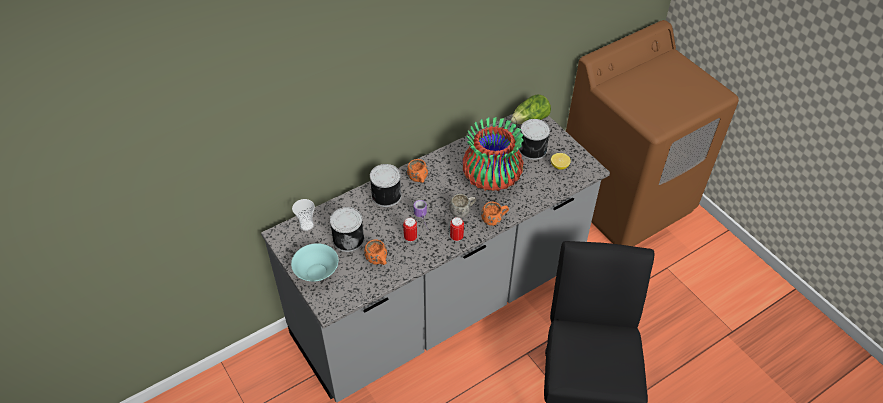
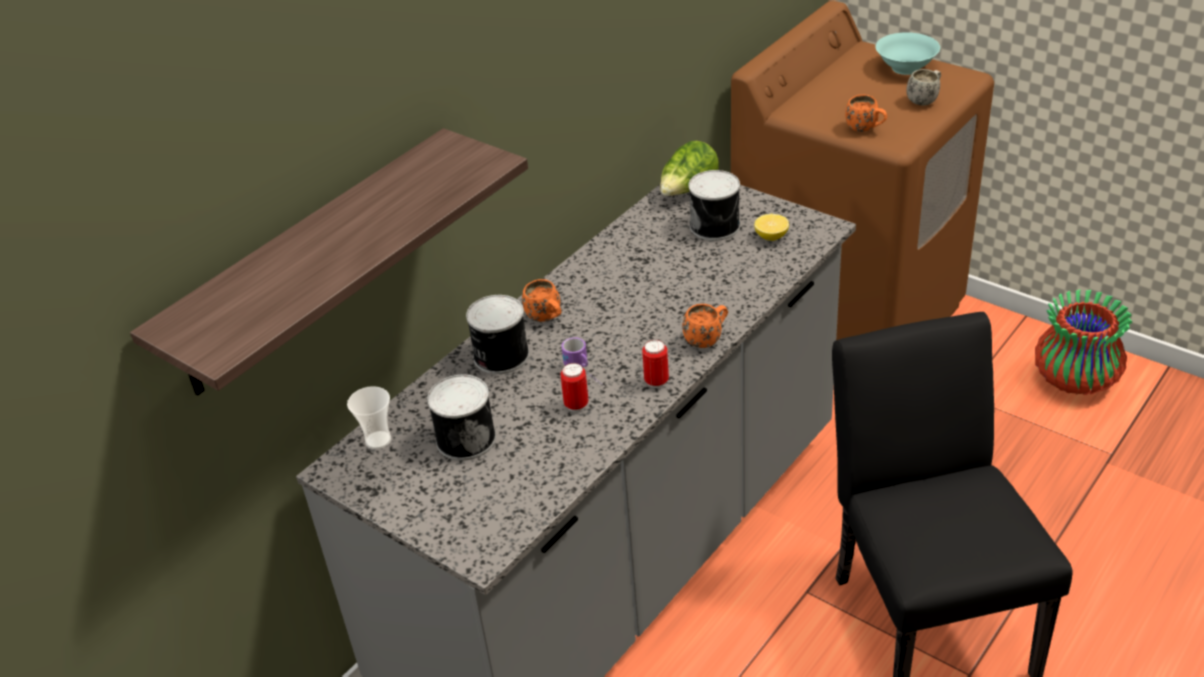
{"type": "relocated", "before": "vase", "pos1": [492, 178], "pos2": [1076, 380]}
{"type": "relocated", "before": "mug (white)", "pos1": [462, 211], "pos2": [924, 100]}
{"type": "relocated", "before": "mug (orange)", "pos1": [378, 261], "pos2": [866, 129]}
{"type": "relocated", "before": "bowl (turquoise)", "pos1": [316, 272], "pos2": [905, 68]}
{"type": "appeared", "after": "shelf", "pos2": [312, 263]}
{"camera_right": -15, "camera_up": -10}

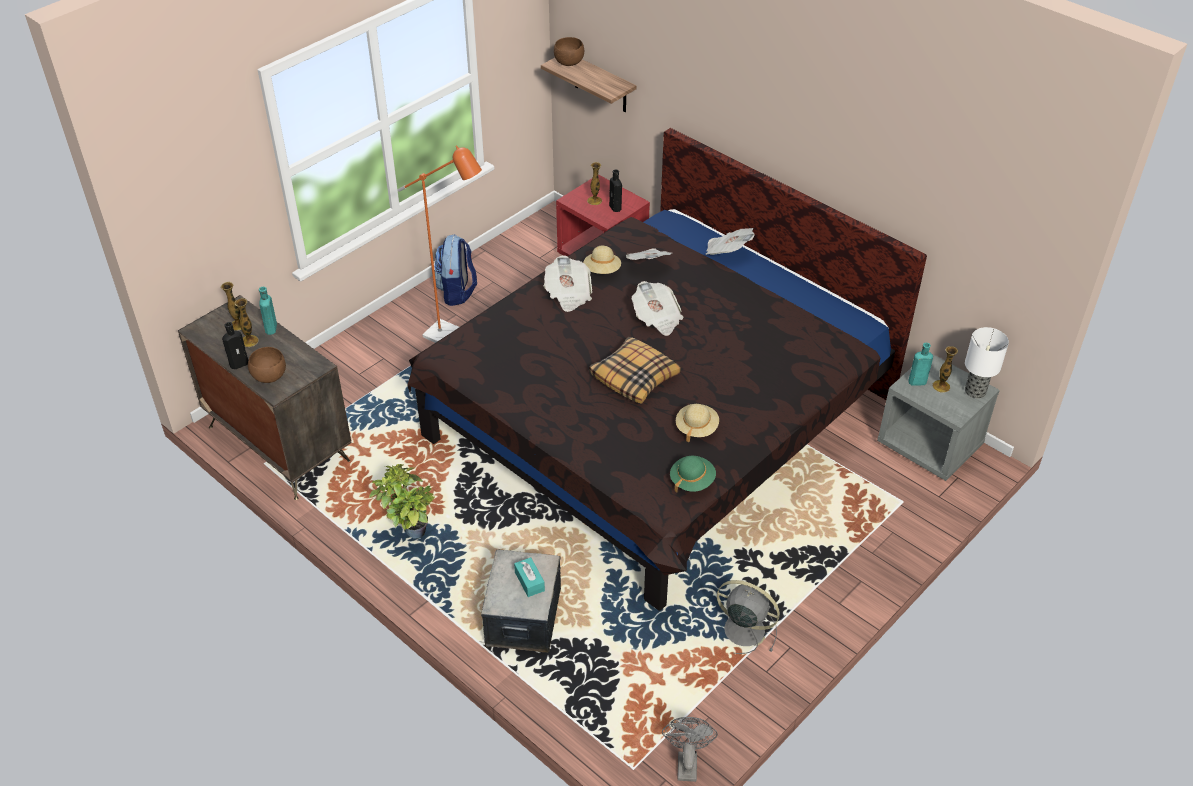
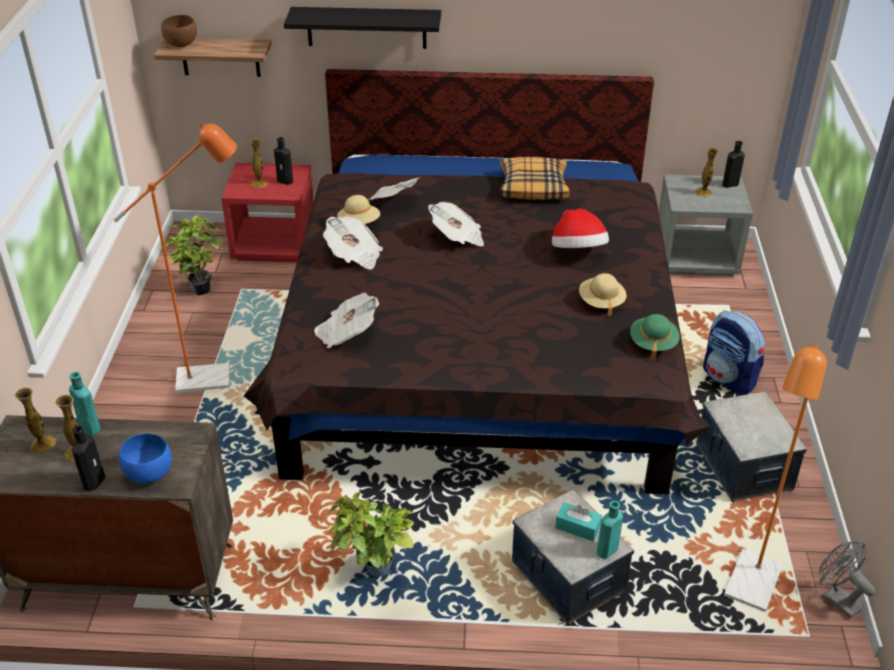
{"type": "relocated", "before": "newspaper", "pos1": [727, 252], "pos2": [346, 333]}
{"type": "relocated", "before": "backpack", "pos1": [457, 292], "pos2": [729, 379]}
{"type": "exchanged", "before": "table lamp", "after": "bottle (black)", "pos1": [975, 391], "pos2": [729, 184]}
{"type": "relocated", "before": "pillow", "pos1": [635, 377], "pos2": [533, 187]}
{"type": "relocated", "before": "bottle (turquoise)", "pos1": [916, 382], "pos2": [606, 551]}
{"type": "colour", "before": "bowl (brown)", "after": "bowl (blue)", "pos1": [269, 376], "pos2": [148, 473]}
{"type": "exchanged", "before": "fan (grey)", "after": "storage box", "pos1": [742, 629], "pos2": [743, 466]}
{"type": "appeared", "after": "shelf (black)", "pos2": [366, 27]}
{"type": "appeared", "after": "hat", "pos2": [578, 252]}
{"type": "appeared", "after": "potted plant", "pos2": [199, 287]}
{"type": "appeared", "after": "floor lamp (orange)", "pos2": [749, 591]}
{"camera_right": -40, "camera_up": -5}

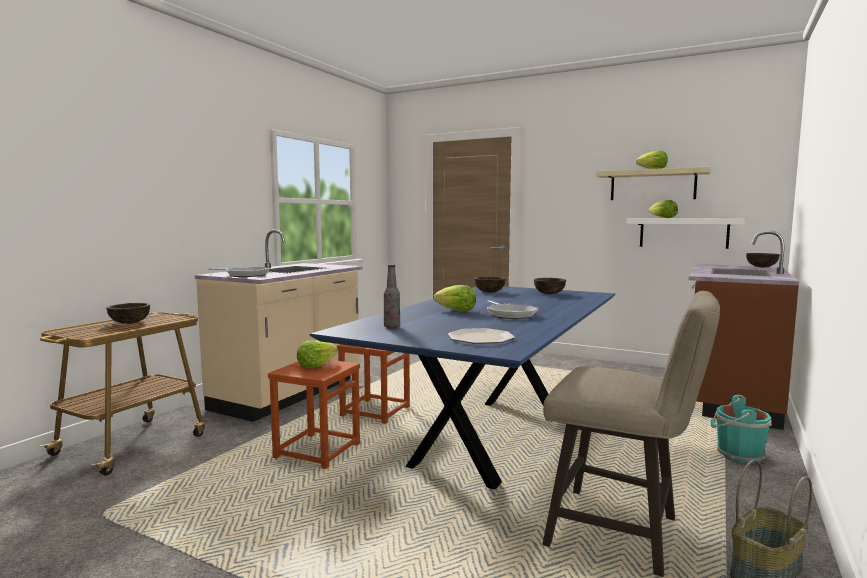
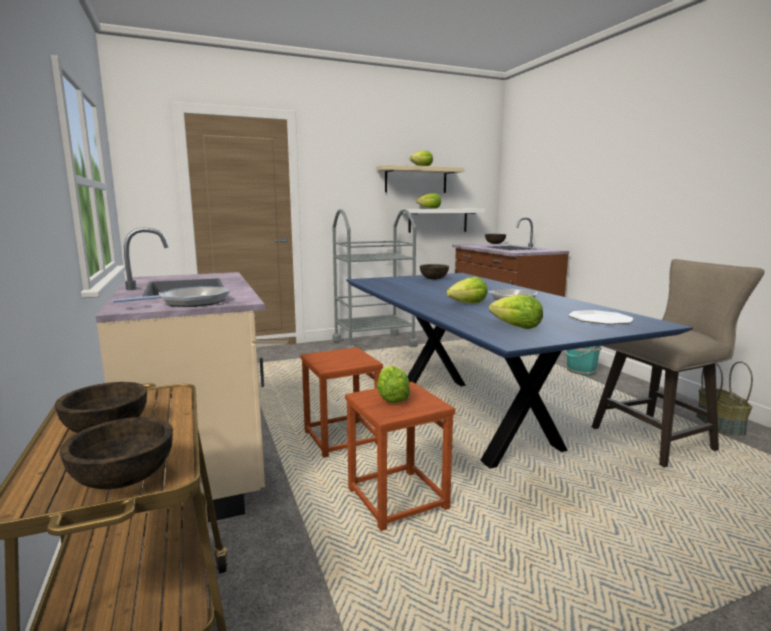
{"type": "exchanged", "before": "bottle", "after": "lettuce", "pos1": [392, 327], "pos2": [516, 327]}
{"type": "relocated", "before": "bowl (brown)", "pos1": [489, 292], "pos2": [123, 479]}
{"type": "appeared", "after": "cart (grey)", "pos2": [373, 344]}
{"camera_right": -50, "camera_up": 5}

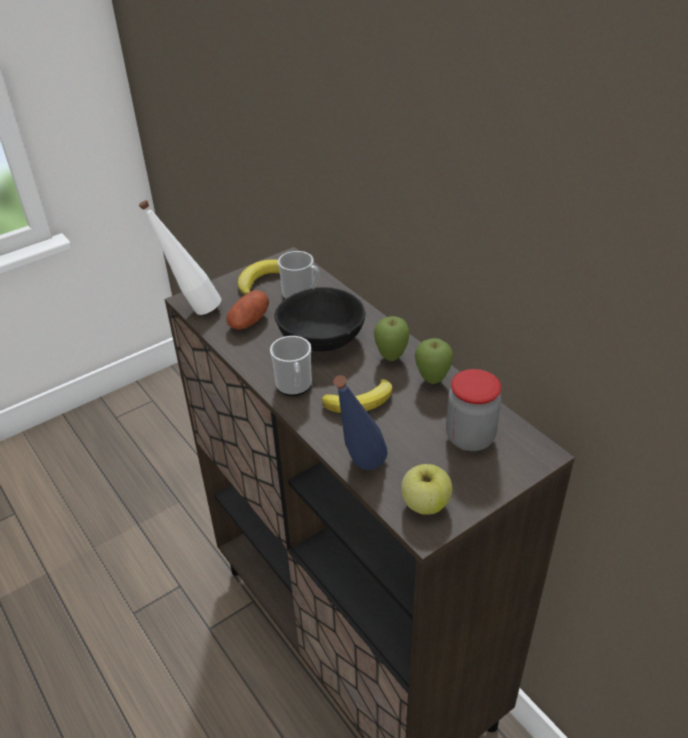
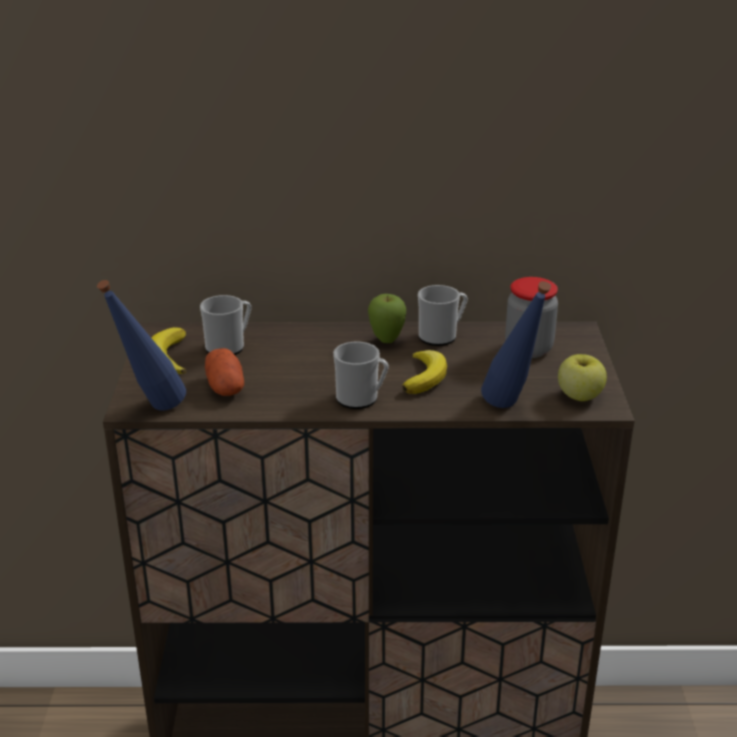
{"type": "colour", "before": "bottle (white)", "after": "bottle (blue)", "pos1": [191, 309], "pos2": [151, 411]}
{"type": "missing", "before": "bowl (black)", "pos1": [322, 338]}
{"type": "exchanged", "before": "apple", "after": "mug", "pos1": [432, 380], "pos2": [441, 336]}
{"camera_right": -55, "camera_up": -10}

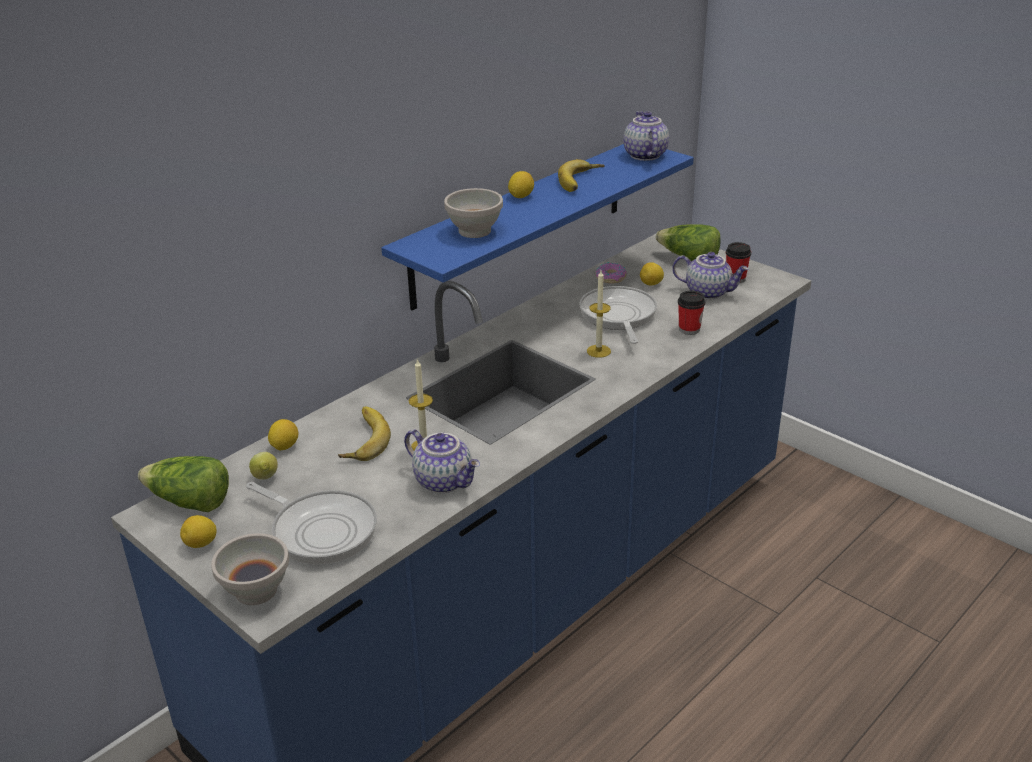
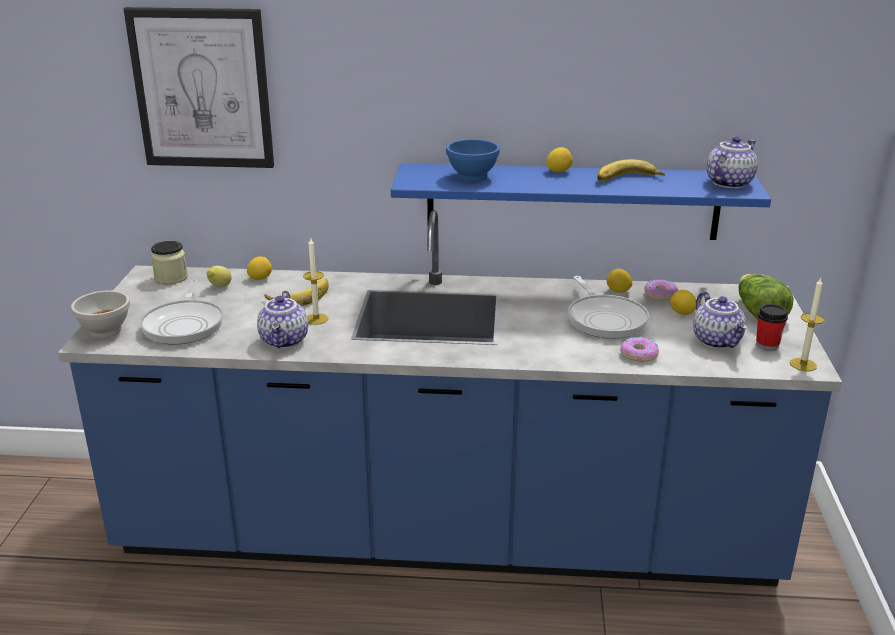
{"type": "colour", "before": "bowl (white)", "after": "bowl (blue)", "pos1": [475, 231], "pos2": [472, 177]}
{"type": "relocated", "before": "candle", "pos1": [598, 351], "pos2": [803, 364]}
{"type": "spun", "before": "frying pan", "pos1": [618, 316], "pos2": [605, 319], "turn": 120}
{"type": "exchanged", "before": "cup", "after": "donut", "pos1": [689, 329], "pos2": [638, 355]}
{"type": "exchanged", "before": "lettuce", "after": "jar", "pos1": [189, 502], "pos2": [171, 278]}
{"type": "relocated", "before": "lemon", "pos1": [201, 544], "pos2": [618, 291]}
{"type": "appeared", "after": "picture", "pos2": [202, 89]}
{"camera_right": 50, "camera_up": -5}

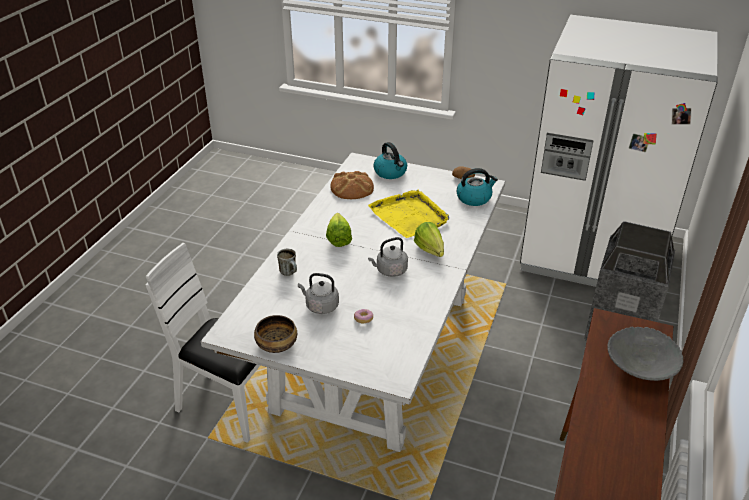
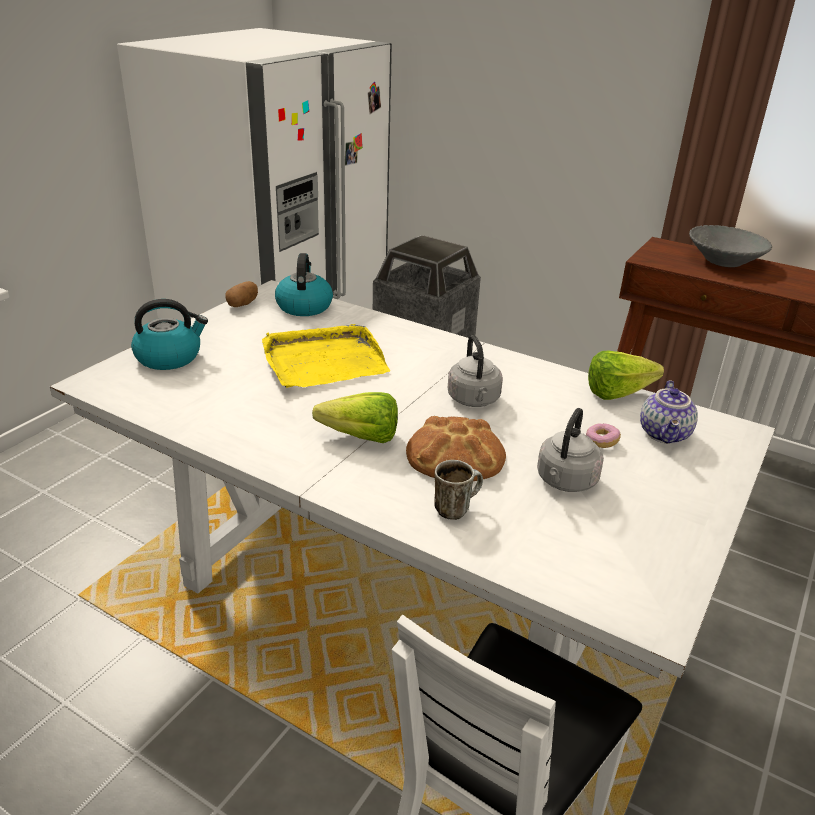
{"type": "relocated", "before": "bread", "pos1": [351, 188], "pos2": [455, 454]}
{"type": "relocated", "before": "lettuce", "pos1": [431, 252], "pos2": [624, 394]}
{"type": "missing", "before": "bowl", "pos1": [276, 343]}
{"type": "appeared", "after": "teapot", "pos2": [665, 434]}
{"camera_right": -80, "camera_up": -5}

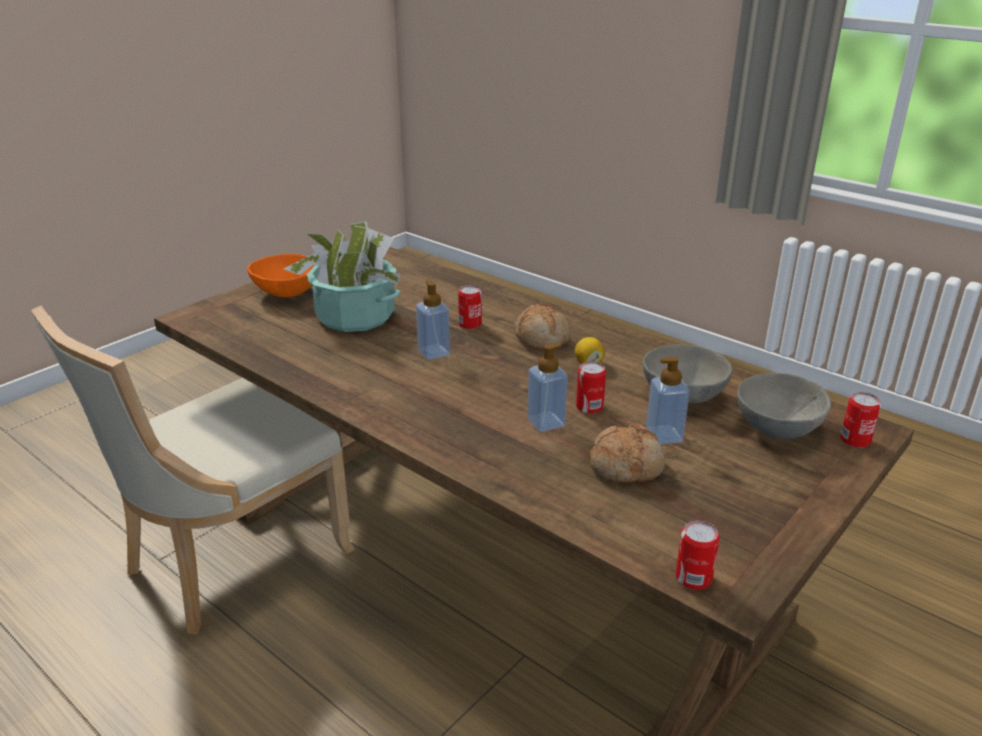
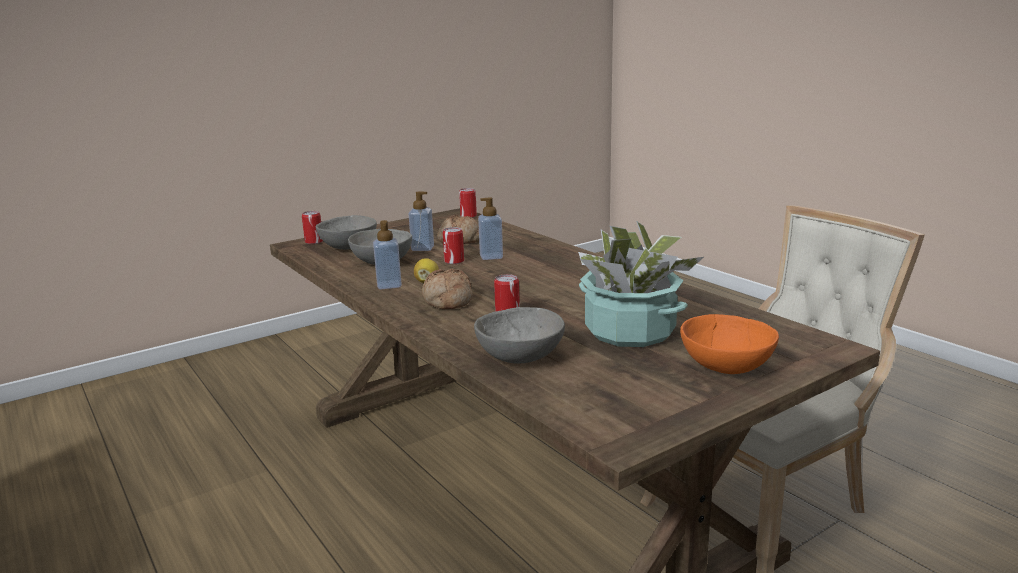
{"type": "relocated", "before": "soap dispenser", "pos1": [434, 352], "pos2": [389, 285]}
{"type": "appeared", "after": "bowl (grey)", "pos2": [519, 358]}
{"camera_right": -165, "camera_up": -10}

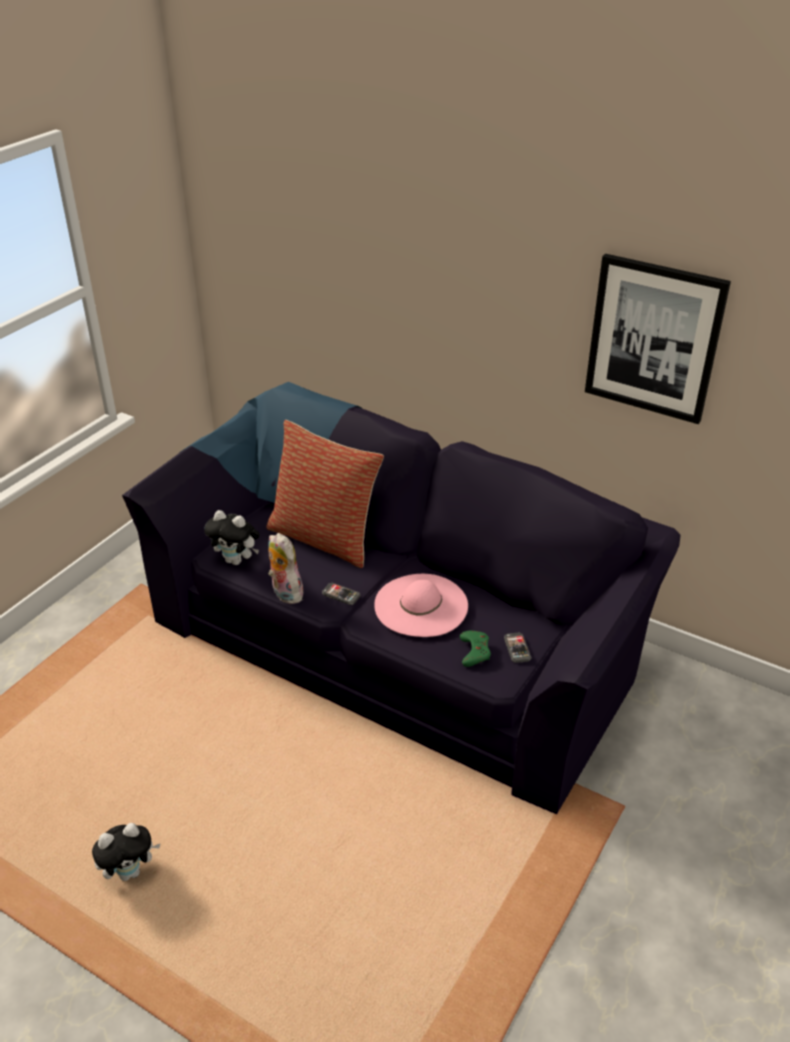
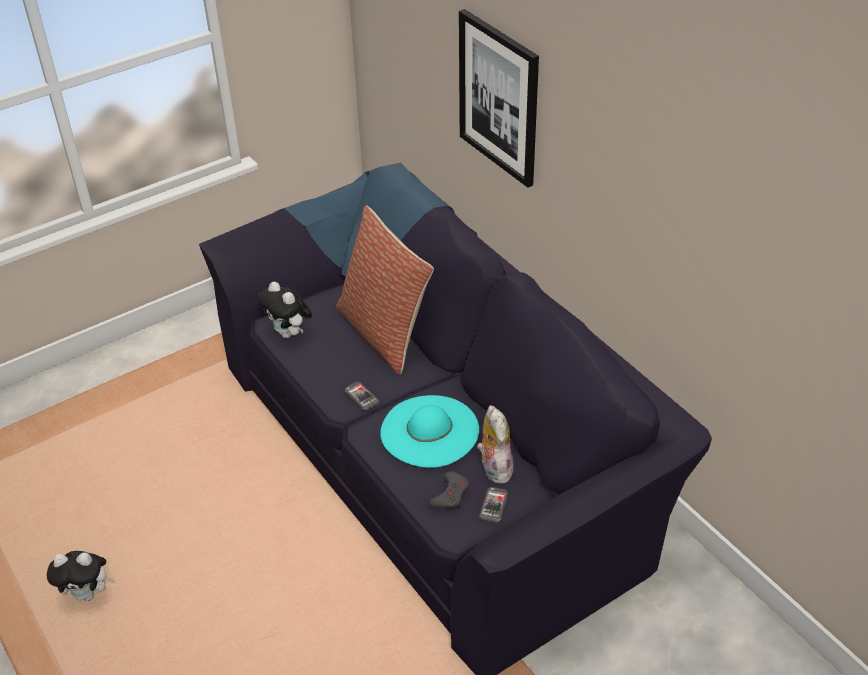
{"type": "relocated", "before": "picture", "pos1": [654, 338], "pos2": [499, 98]}
{"type": "relocated", "before": "plush toy", "pos1": [284, 593], "pos2": [494, 468]}
{"type": "colour", "before": "hat (pink)", "after": "hat (turquoise)", "pos1": [421, 605], "pos2": [429, 431]}
{"type": "colour", "before": "game controller (green)", "after": "game controller (grey)", "pos1": [474, 651], "pos2": [450, 495]}
{"camera_right": 25, "camera_up": 5}

